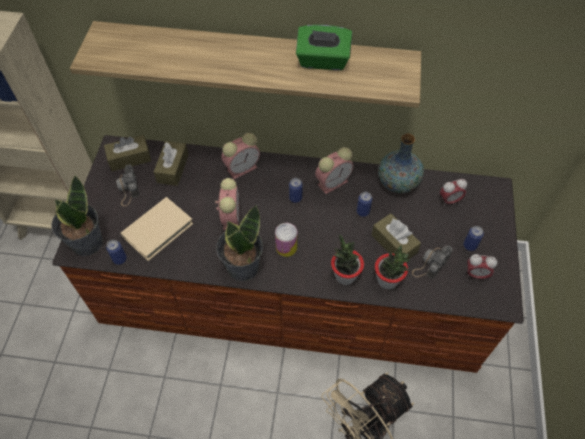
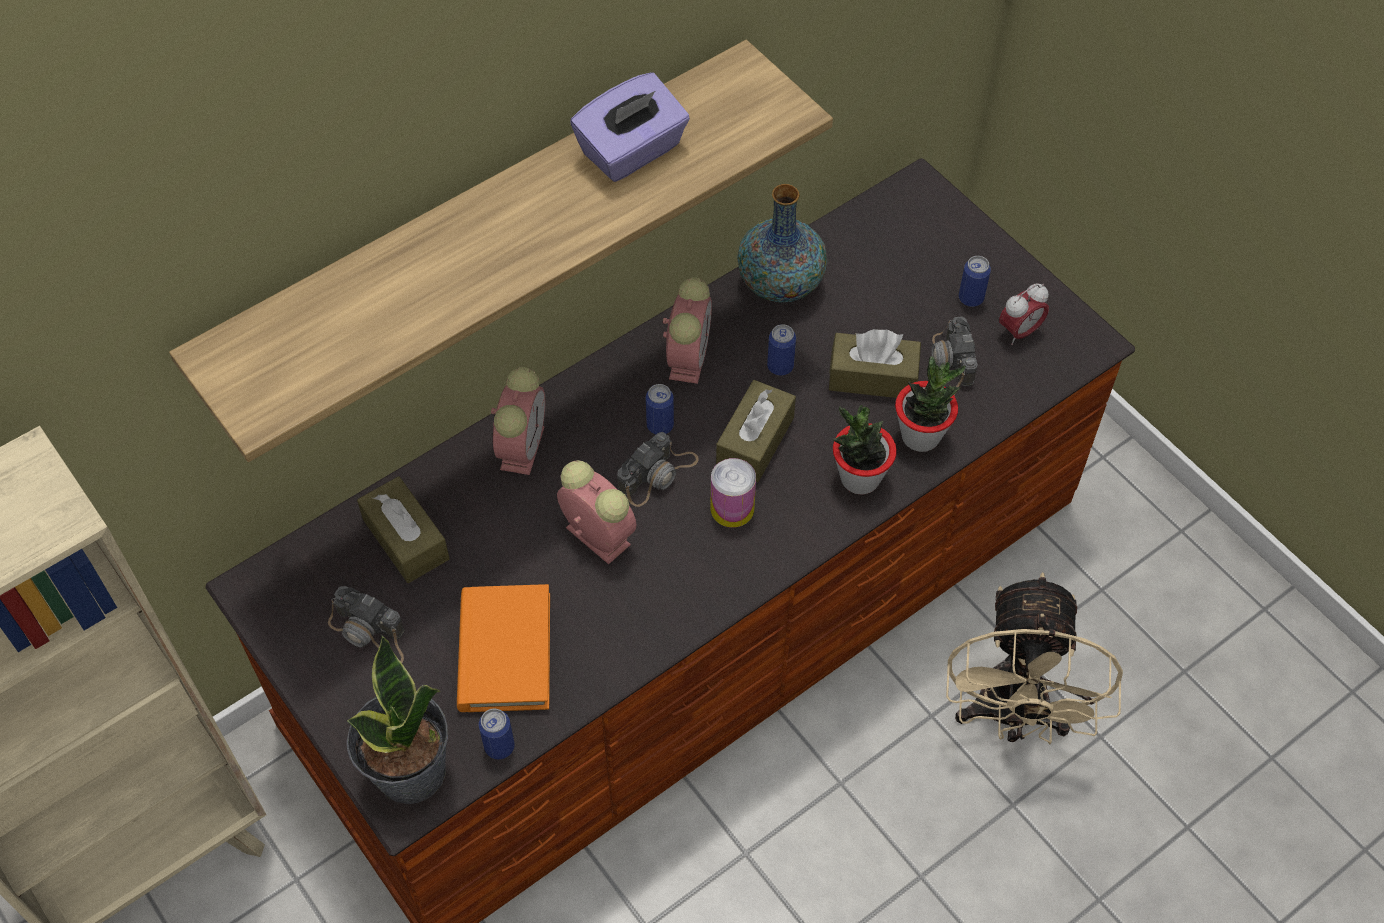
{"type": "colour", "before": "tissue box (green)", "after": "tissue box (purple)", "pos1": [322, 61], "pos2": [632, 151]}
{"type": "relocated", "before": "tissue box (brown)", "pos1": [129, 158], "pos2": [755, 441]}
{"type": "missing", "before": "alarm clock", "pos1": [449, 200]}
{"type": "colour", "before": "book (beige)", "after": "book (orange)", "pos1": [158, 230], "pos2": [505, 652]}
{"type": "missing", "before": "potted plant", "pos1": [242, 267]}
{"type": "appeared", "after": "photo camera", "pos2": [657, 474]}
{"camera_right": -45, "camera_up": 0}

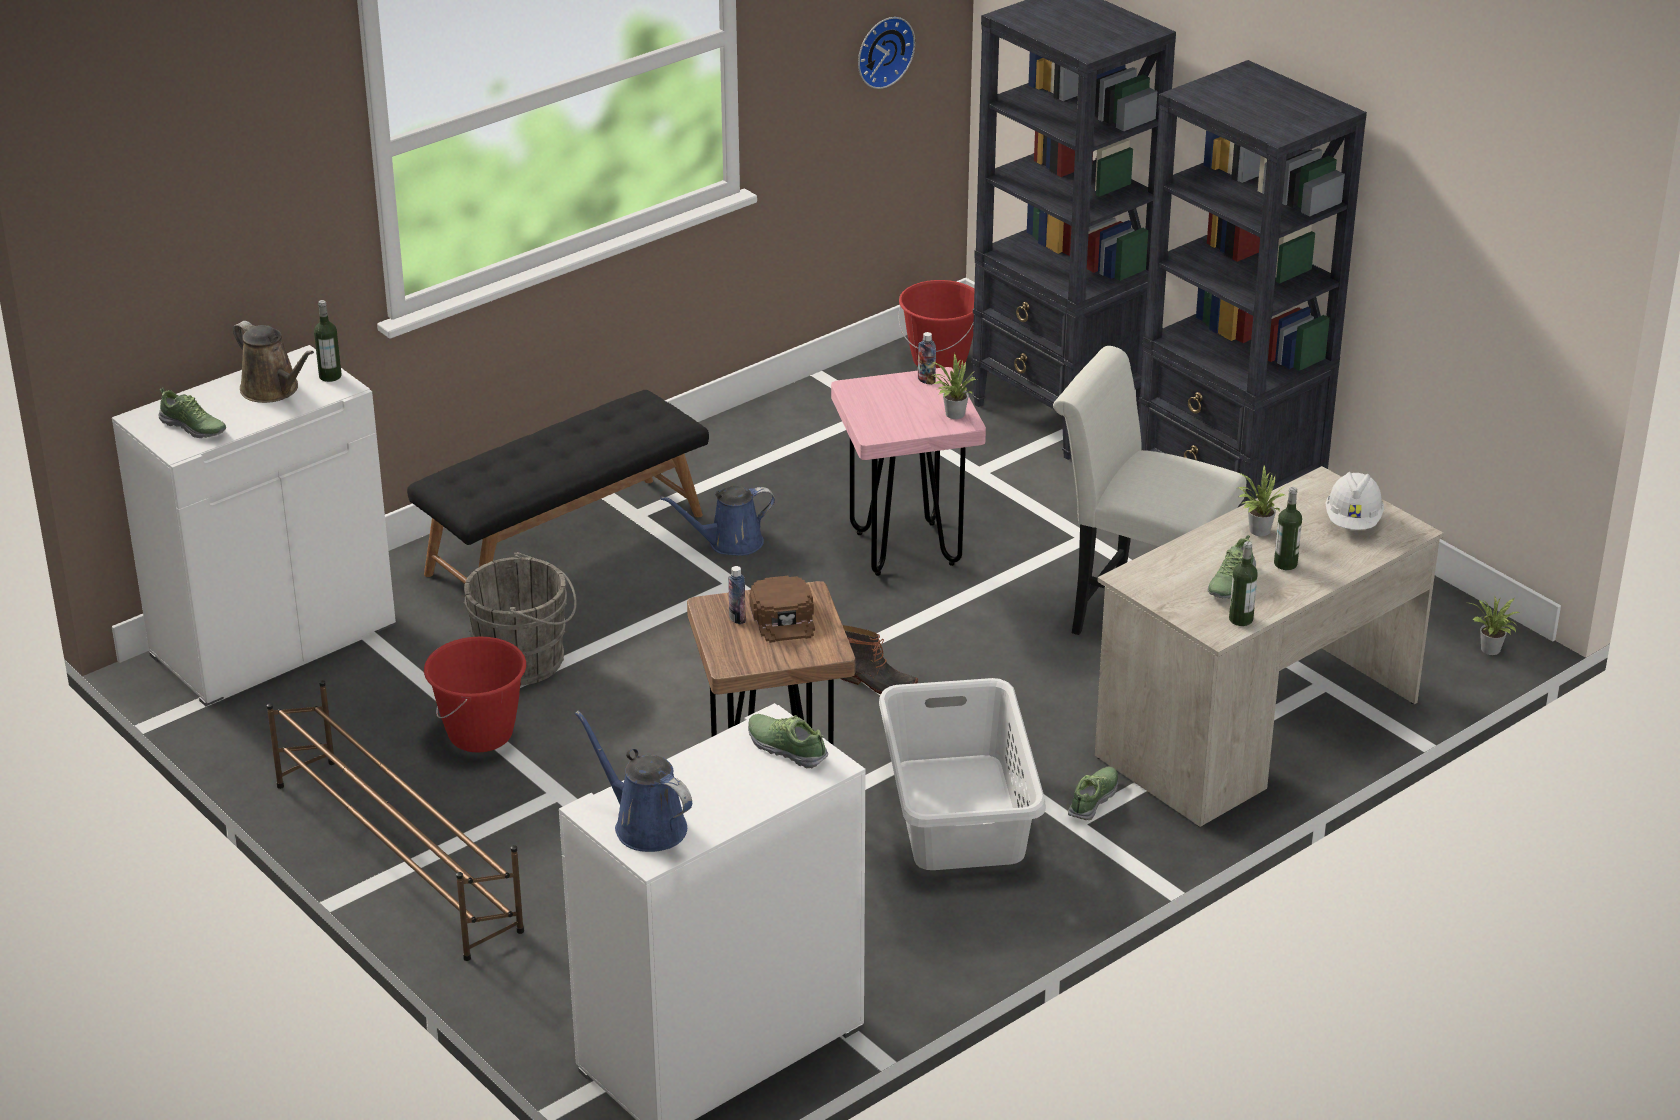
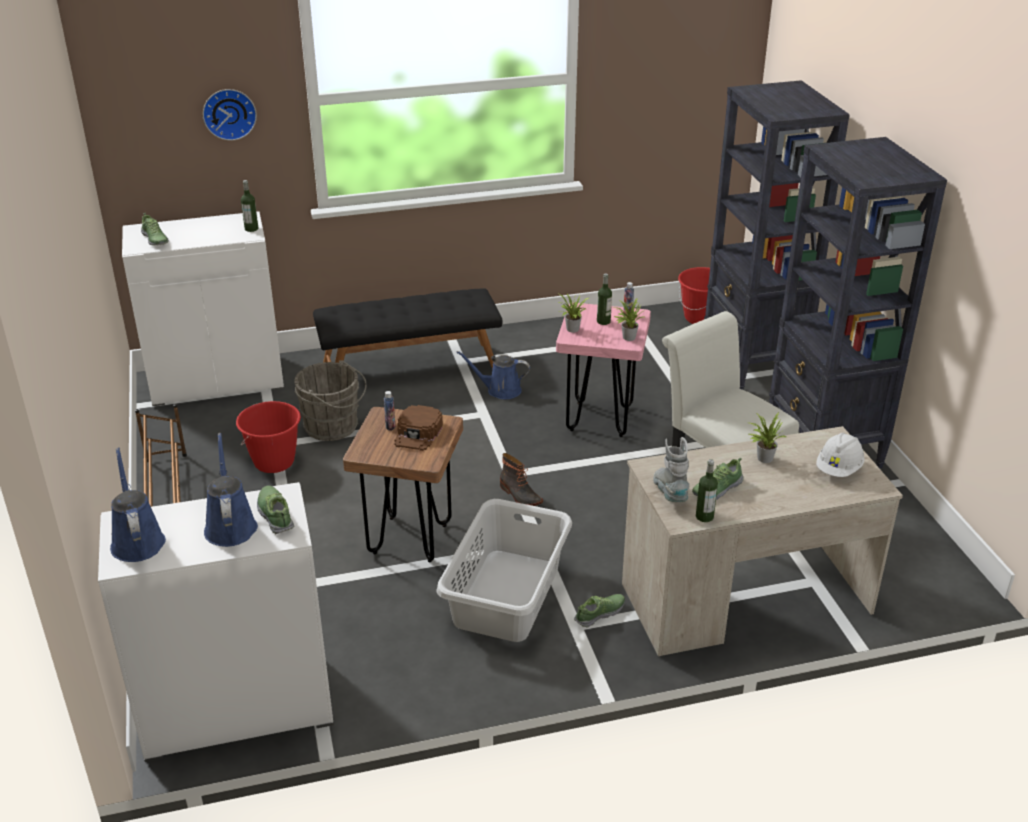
{"type": "relocated", "before": "wall clock", "pos1": [882, 50], "pos2": [229, 113]}
{"type": "missing", "before": "watering can (brown)", "pos1": [273, 390]}
{"type": "relocated", "before": "bottle", "pos1": [1285, 564], "pos2": [603, 321]}
{"type": "relocated", "before": "potted plant", "pos1": [1491, 651], "pos2": [572, 330]}
{"type": "appeared", "after": "watering can (blue)", "pos2": [230, 525]}
{"type": "appeared", "after": "boot (grey)", "pos2": [670, 493]}
{"camera_right": 25, "camera_up": 0}

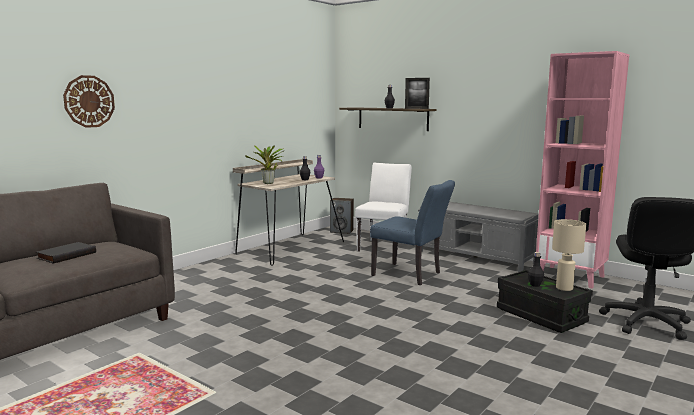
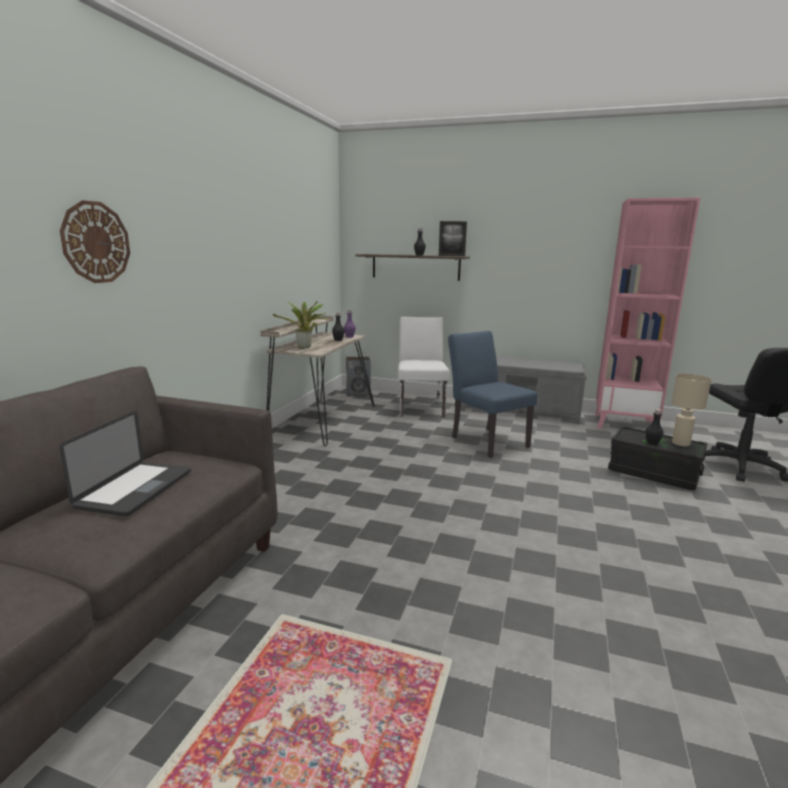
{"type": "spun", "before": "chair (blue)", "pos1": [411, 275], "pos2": [485, 440], "turn": -135}
{"type": "exchanged", "before": "book (black)", "after": "laptop", "pos1": [66, 255], "pos2": [136, 489]}
{"camera_right": -20, "camera_up": 5}

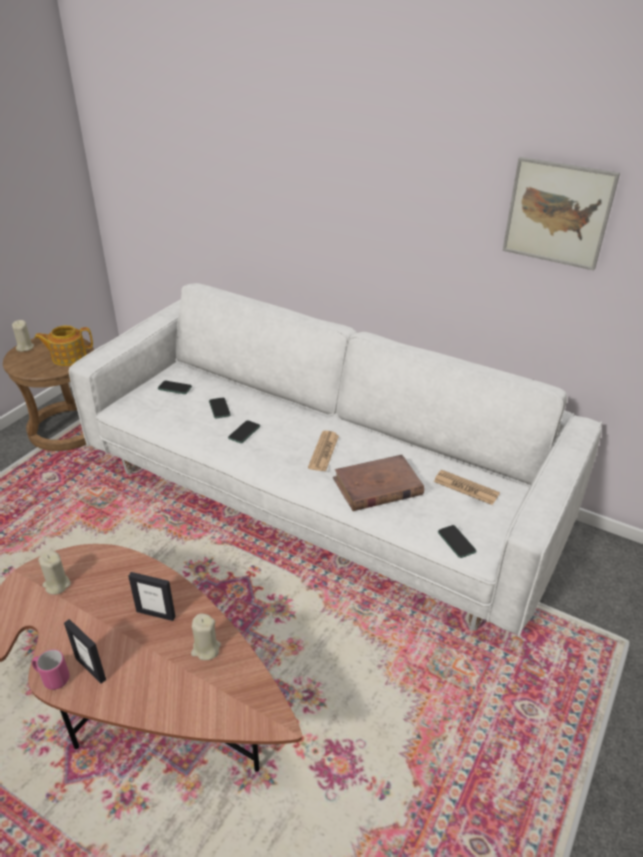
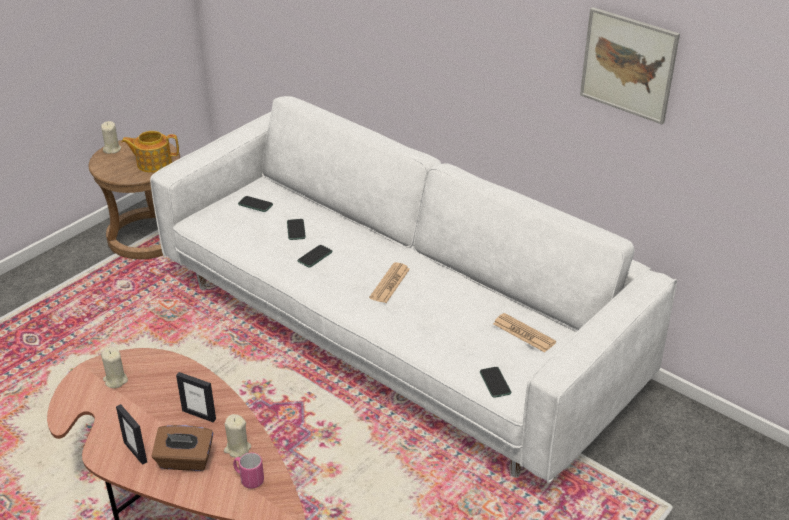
{"type": "missing", "before": "book (brown)", "pos1": [377, 487]}
{"type": "relocated", "before": "mug (pink)", "pos1": [52, 678], "pos2": [248, 479]}
{"type": "appeared", "after": "tissue box (brown)", "pos2": [185, 461]}
{"camera_right": 10, "camera_up": 0}

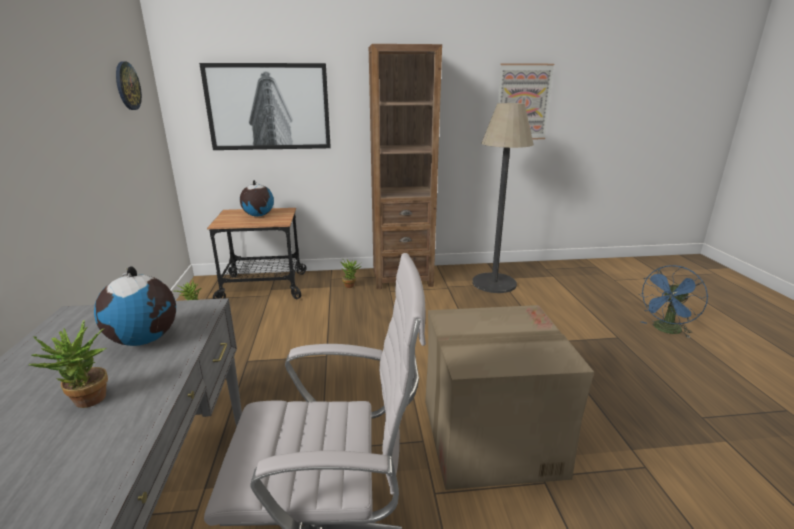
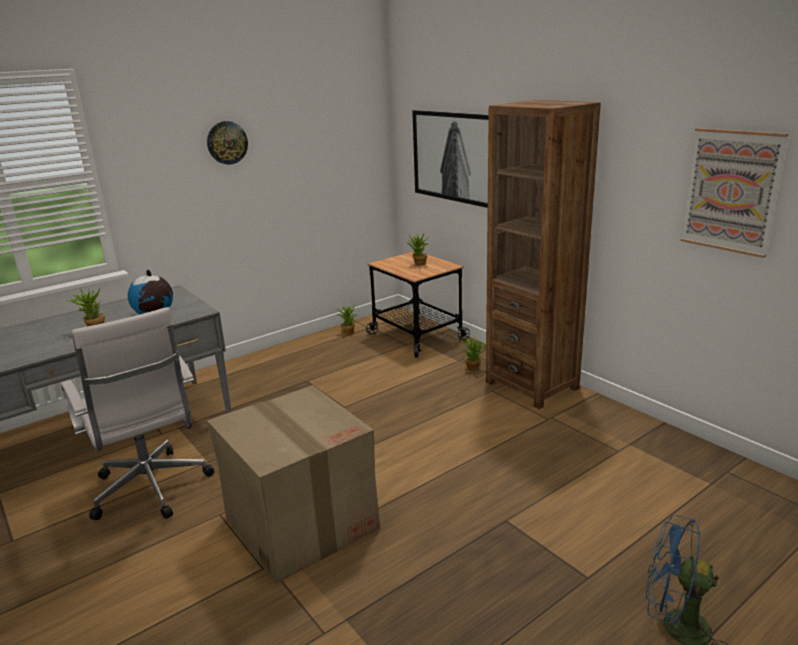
{"type": "relocated", "before": "wall clock", "pos1": [127, 86], "pos2": [227, 142]}
{"type": "missing", "before": "floor lamp", "pos1": [494, 283]}
{"type": "exchanged", "before": "globe", "after": "potted plant", "pos1": [258, 215], "pos2": [418, 264]}
{"camera_right": 60, "camera_up": 0}

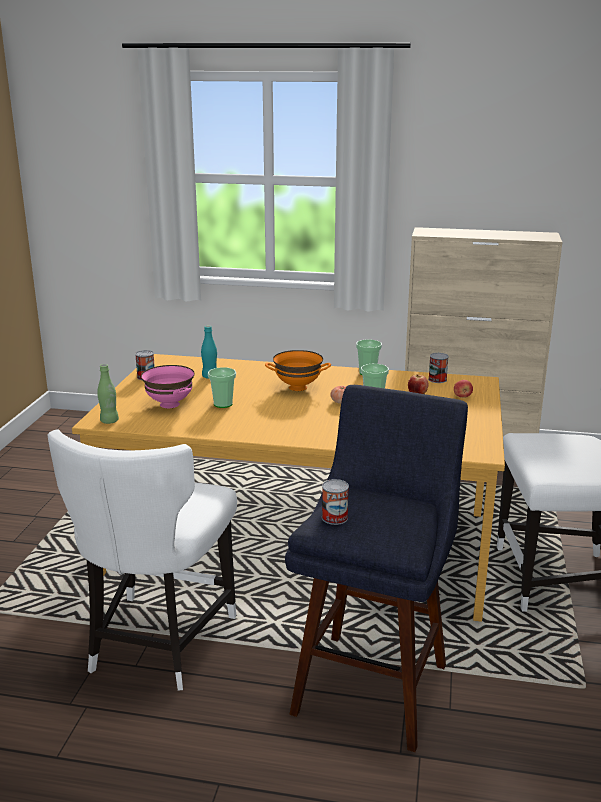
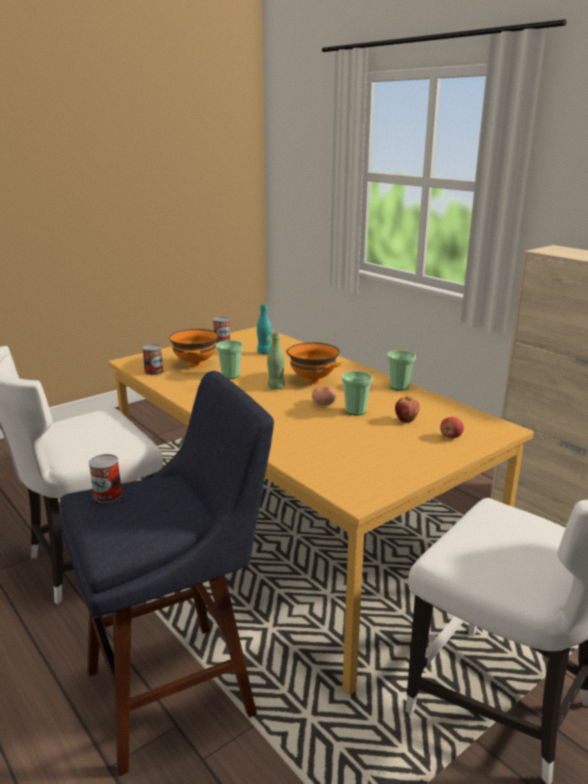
{"type": "relocated", "before": "can", "pos1": [437, 379], "pos2": [154, 371]}
{"type": "relocated", "before": "bottle (green)", "pos1": [109, 421], "pos2": [276, 387]}
{"type": "colour", "before": "bowl (pink)", "after": "bowl (orange)", "pos1": [170, 404], "pos2": [196, 364]}
{"camera_right": 40, "camera_up": 0}

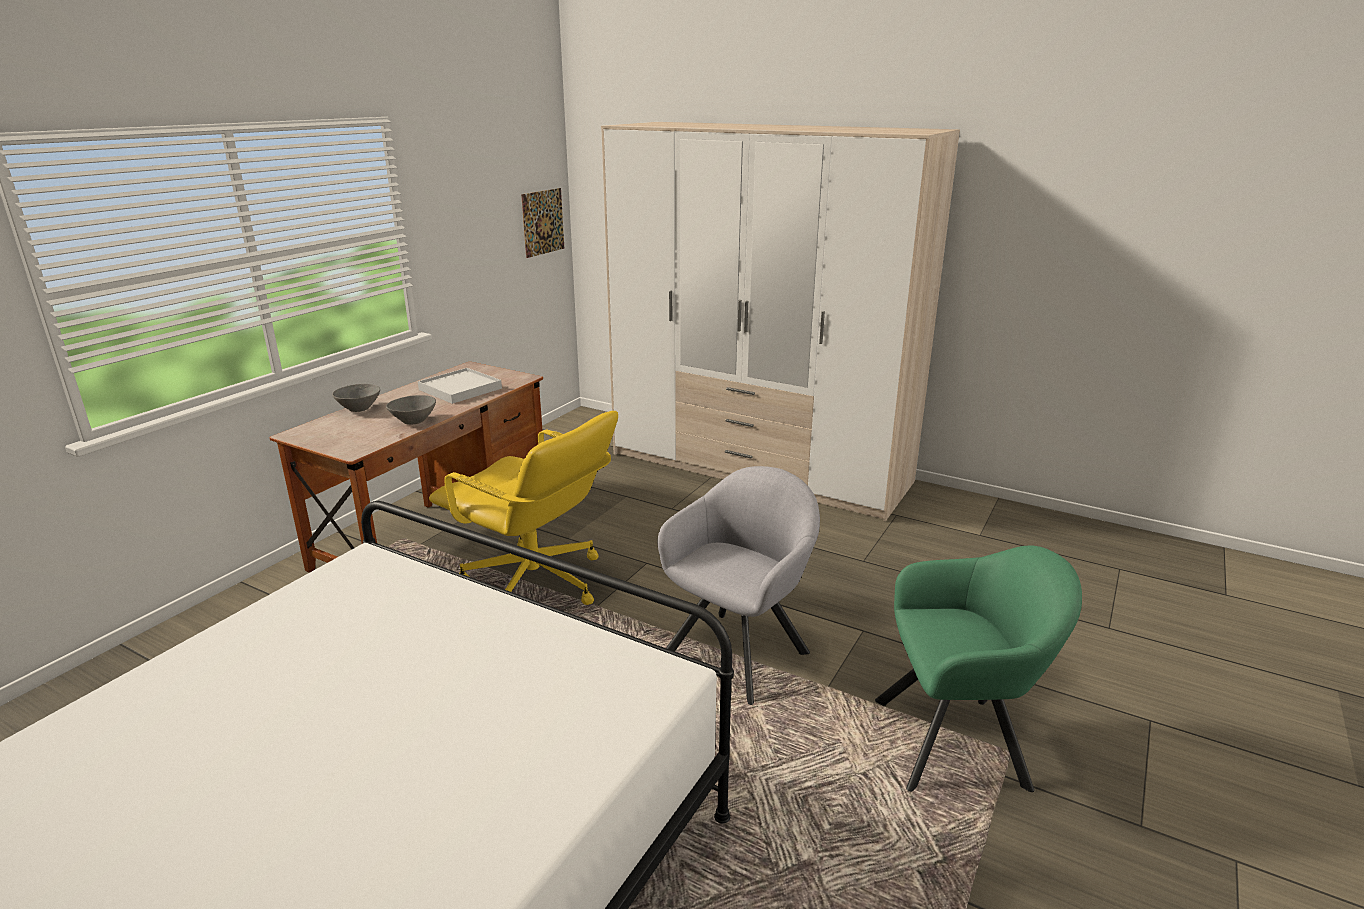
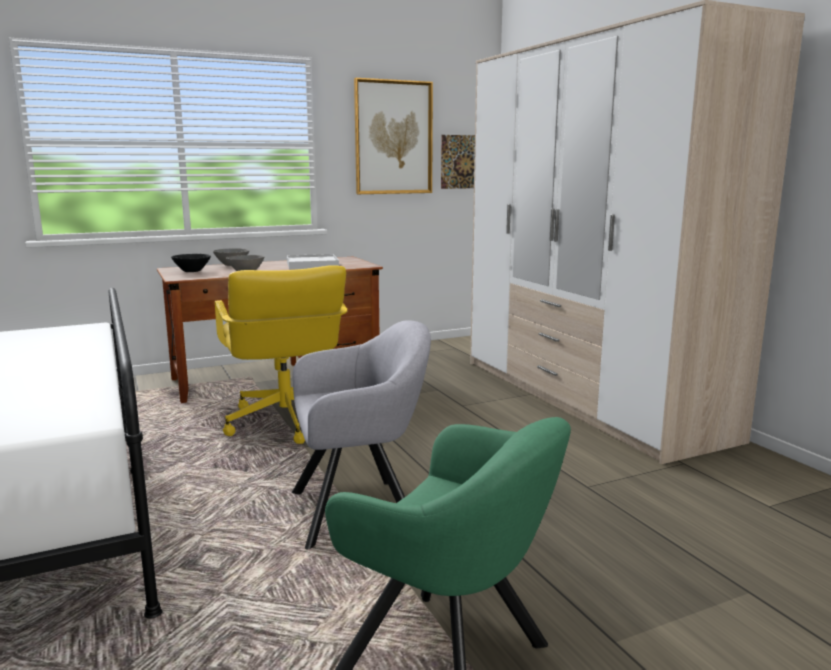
{"type": "appeared", "after": "picture", "pos2": [393, 138]}
{"type": "appeared", "after": "bowl (black)", "pos2": [192, 271]}
{"camera_right": 35, "camera_up": -10}

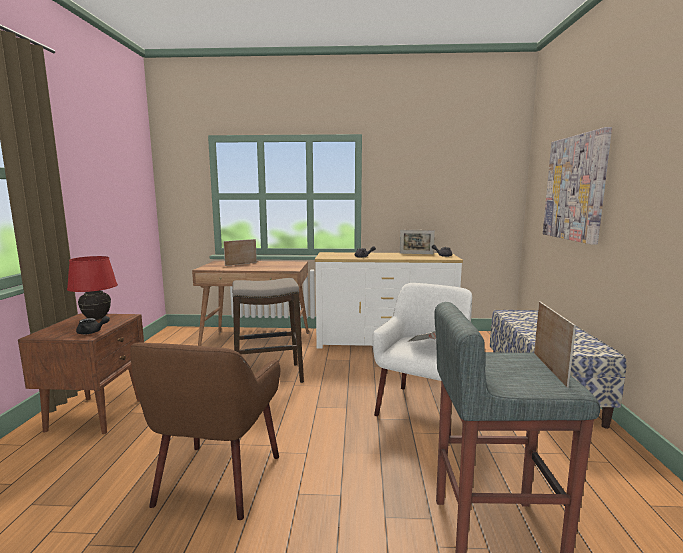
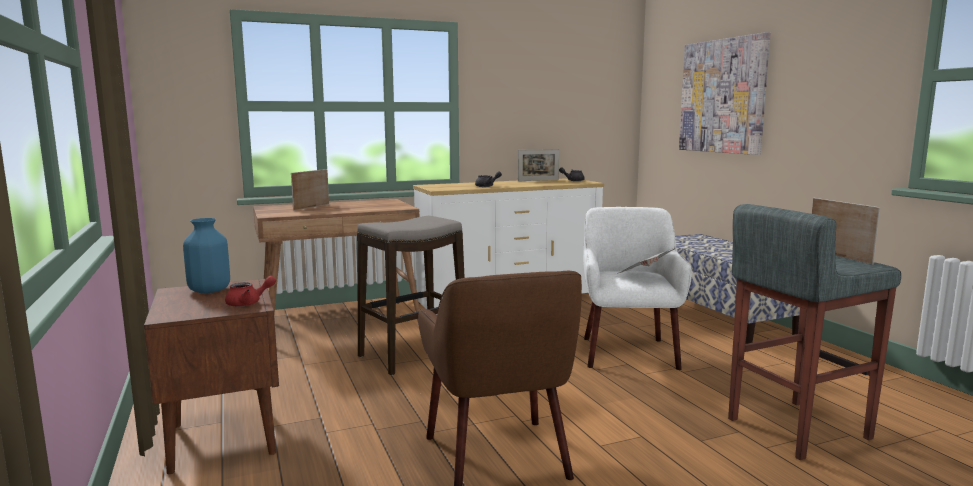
{"type": "exchanged", "before": "table lamp (red)", "after": "vase (blue)", "pos1": [96, 319], "pos2": [209, 290]}
{"type": "colour", "before": "teapot (black)", "after": "teapot (red)", "pos1": [92, 332], "pos2": [248, 303]}
{"camera_right": -25, "camera_up": 0}

